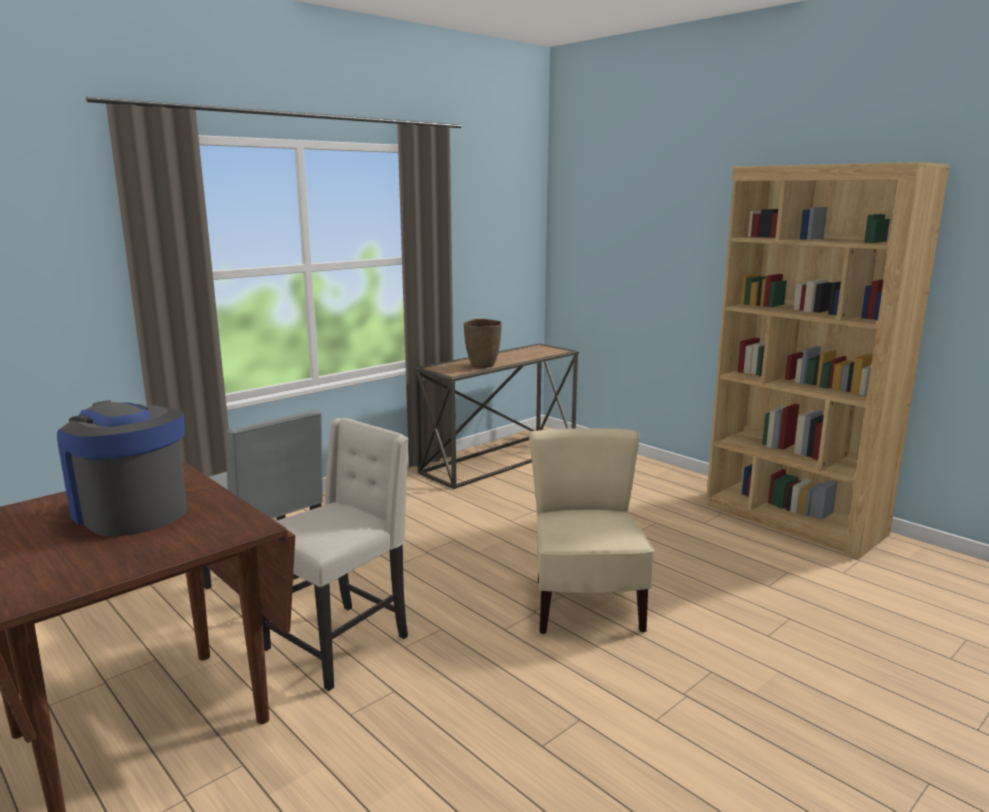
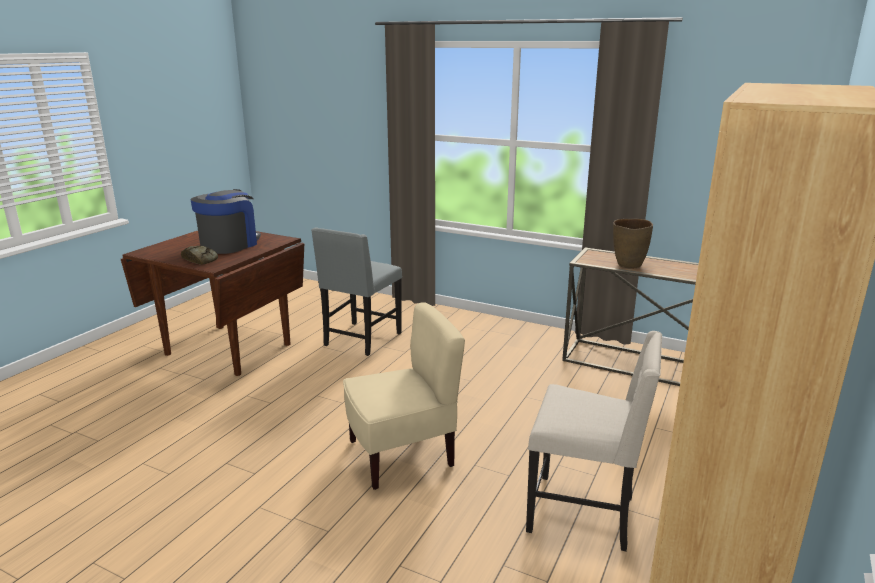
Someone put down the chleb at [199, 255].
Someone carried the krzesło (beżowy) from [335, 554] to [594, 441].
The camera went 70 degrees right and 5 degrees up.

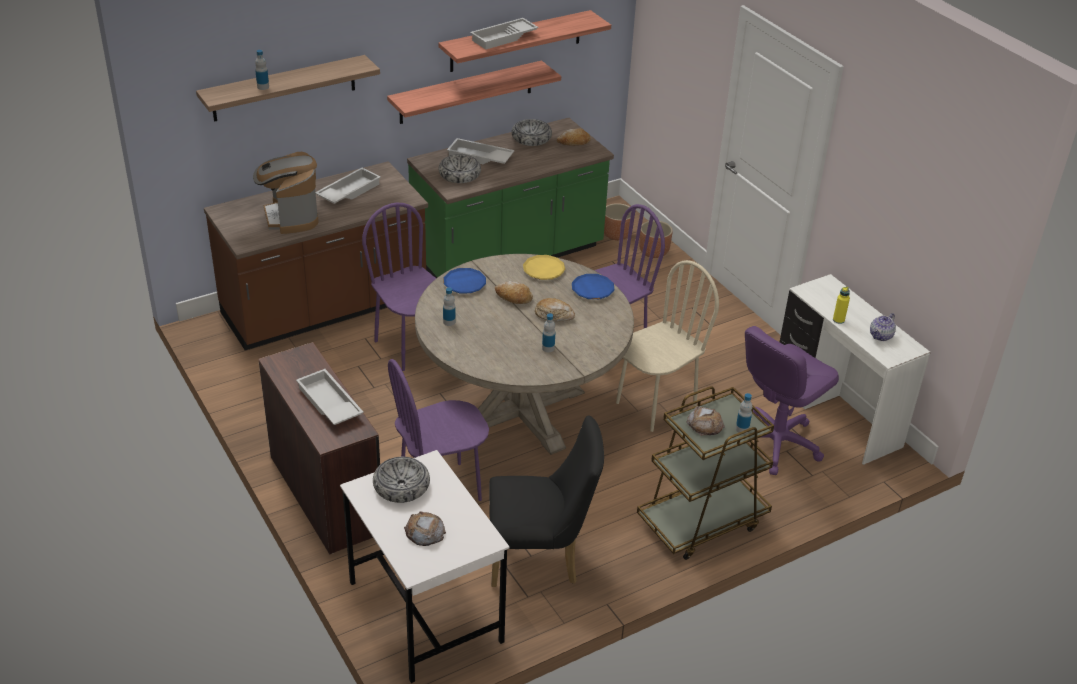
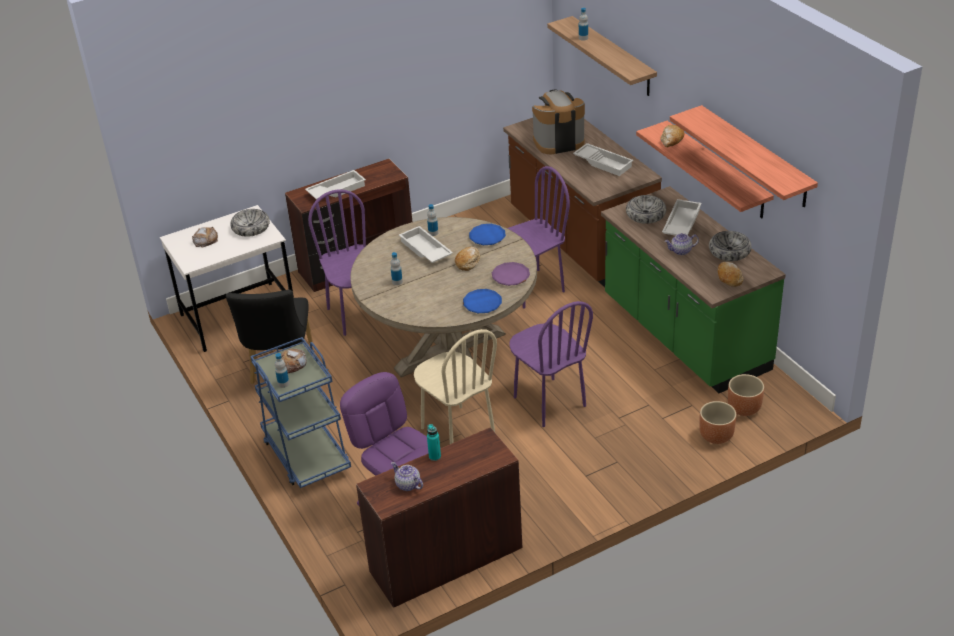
Someone put down the imbryk at [682, 244].
Someone carried the taca (biały) from [504, 33] to [426, 244].
Someone carried the chleb from [555, 309] to [672, 136].
Someone repainted the talerz (żółty) at [544, 267], which became the talerz (fioletowy) at [511, 274].
Someone repainted the wózek (brązowy) at [705, 473], which became the wózek (niebieski) at [300, 412].
Someone repainted the biurko (biały) at [855, 369], which became the biurko (brązowy) at [439, 517].
Someone repainted the butelka (żółty) at [841, 305], which became the butelka (turkusowy) at [434, 442].
The camera went 95 degrees right and 0 degrees up.

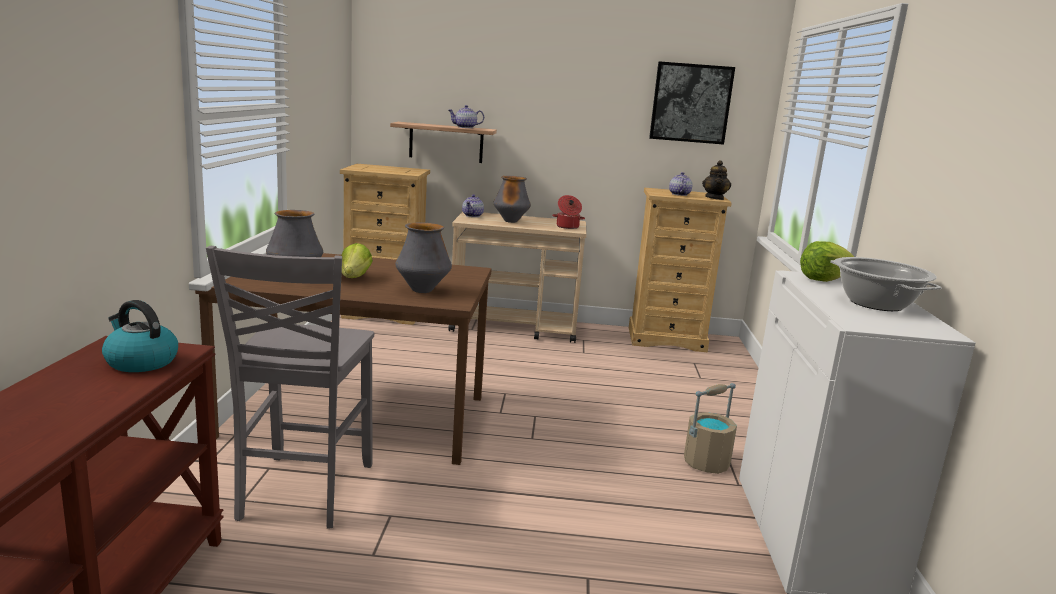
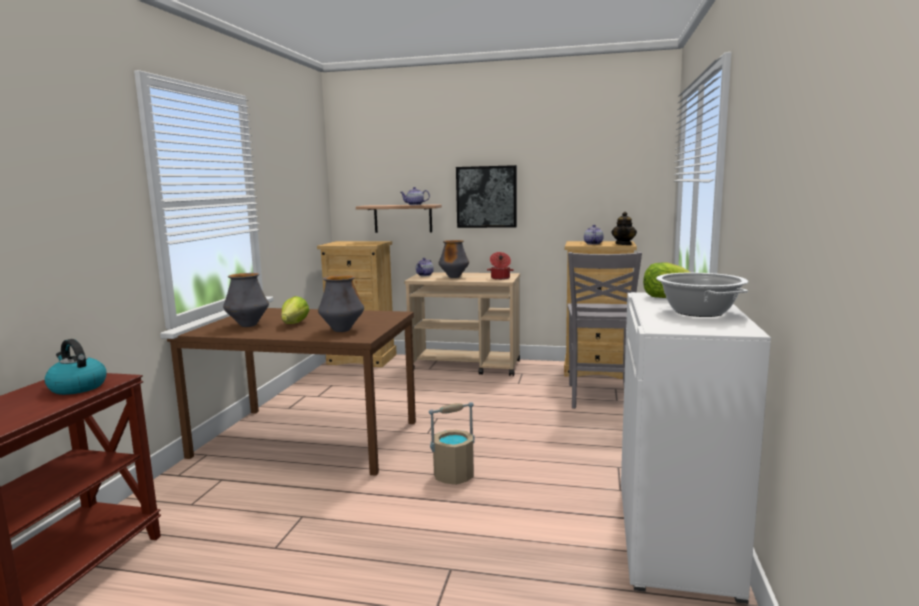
Someone carried the krzesło (szary) from [290, 387] to [604, 330].
Someone carried the obraz from [692, 103] to [486, 196].
Someone carried the wiadro (beżowy) from [710, 428] to [452, 443].
The camera went 10 degrees right and 5 degrees down.

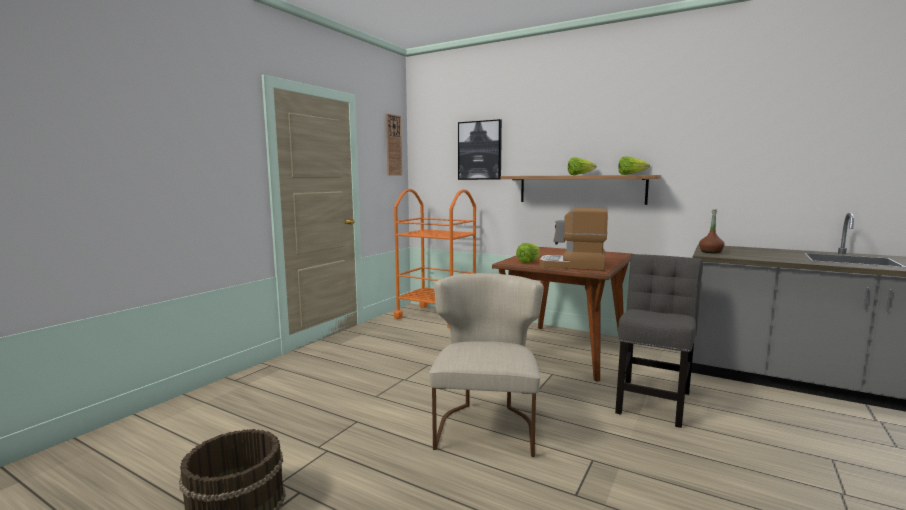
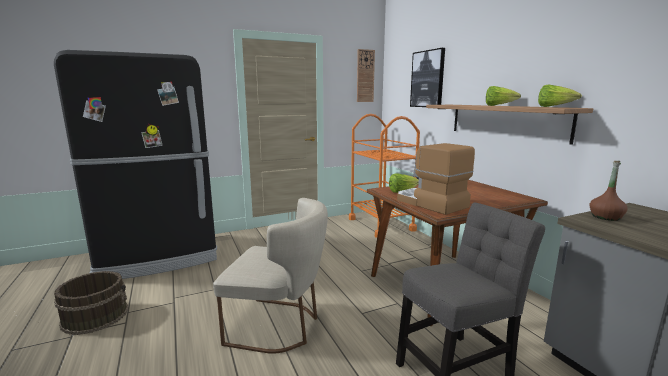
Someone put down the lodówka (czarny) at [135, 164].
Someone rotated the krzesło (beżowy) at [486, 365] by 60 degrees clockwise.
The camera went 35 degrees right and 5 degrees up.

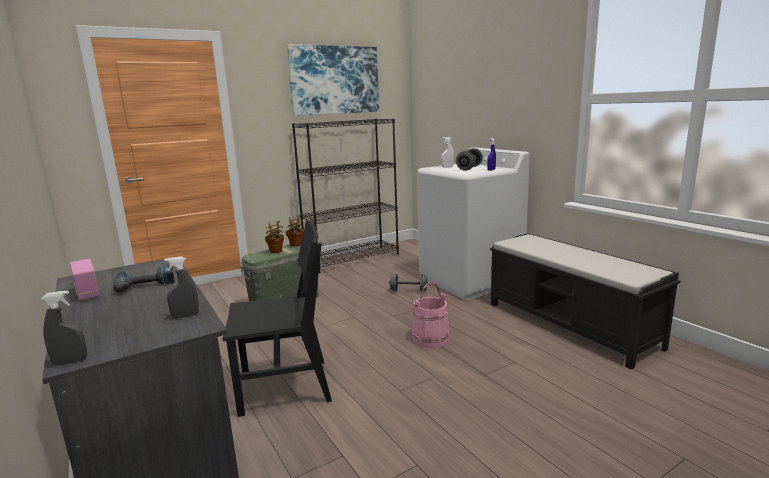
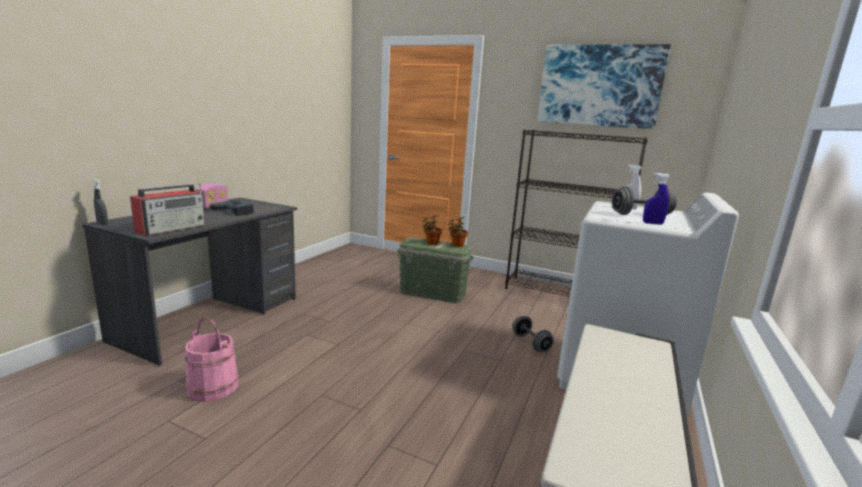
Someone took away the krzesło (czarny) at [277, 318].
Someone carried the wiadro (różowy) from [431, 315] to [212, 359].
Someone swapped the spryskiwacz (szary) at [181, 287] for the radio at [167, 209].
The camera went 55 degrees right and 0 degrees up.

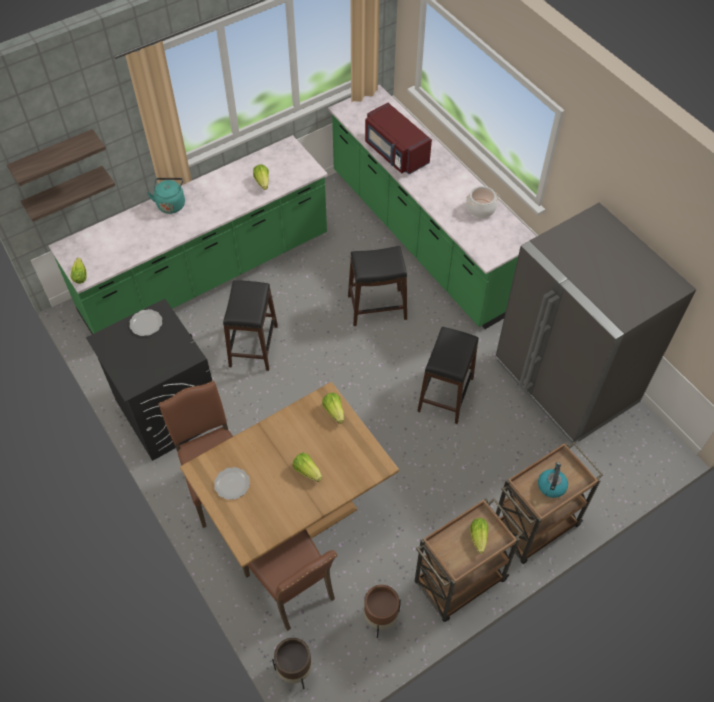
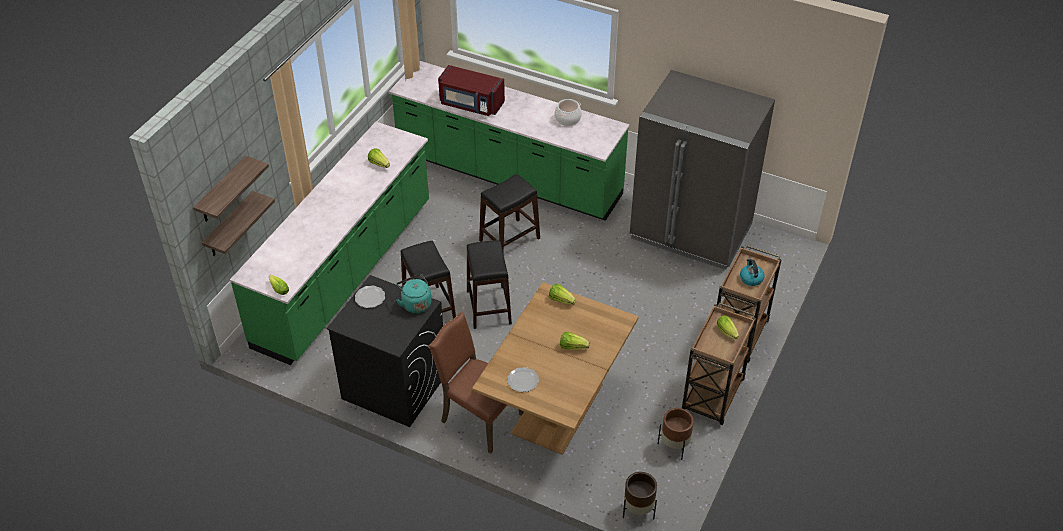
Someone took away the krzesło (brązowy) at [290, 580].
Someone carried the czajnik (turkusowy) from [166, 196] to [414, 293].
Someone carried the stołek (czarny) from [448, 375] to [489, 284].
The camera went 30 degrees left and 10 degrees down.

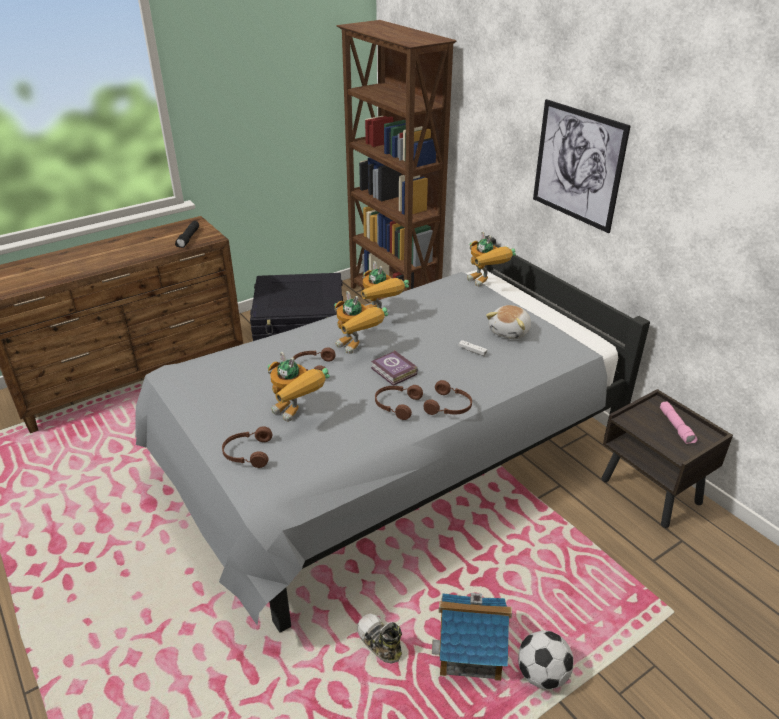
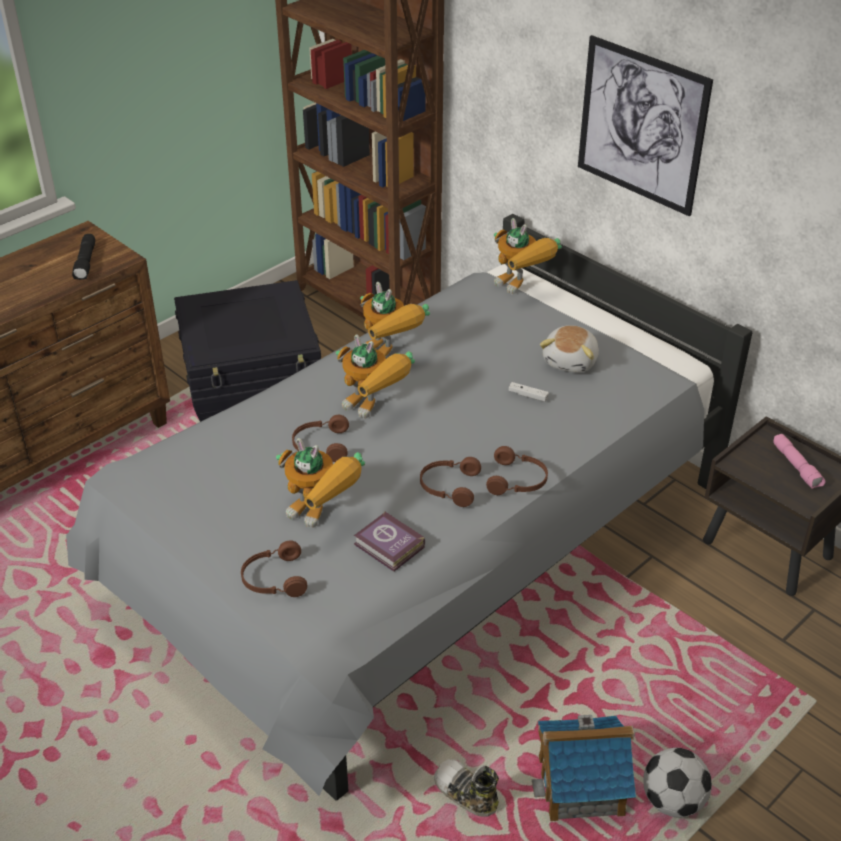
Someone carried the książka from [394, 368] to [389, 541].
The camera went 10 degrees left and 5 degrees up.

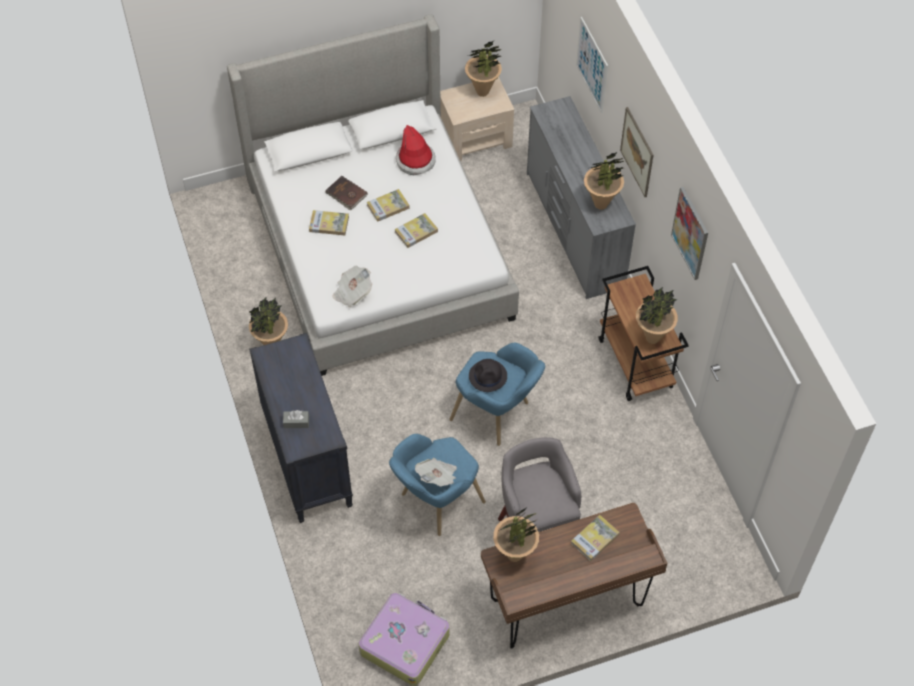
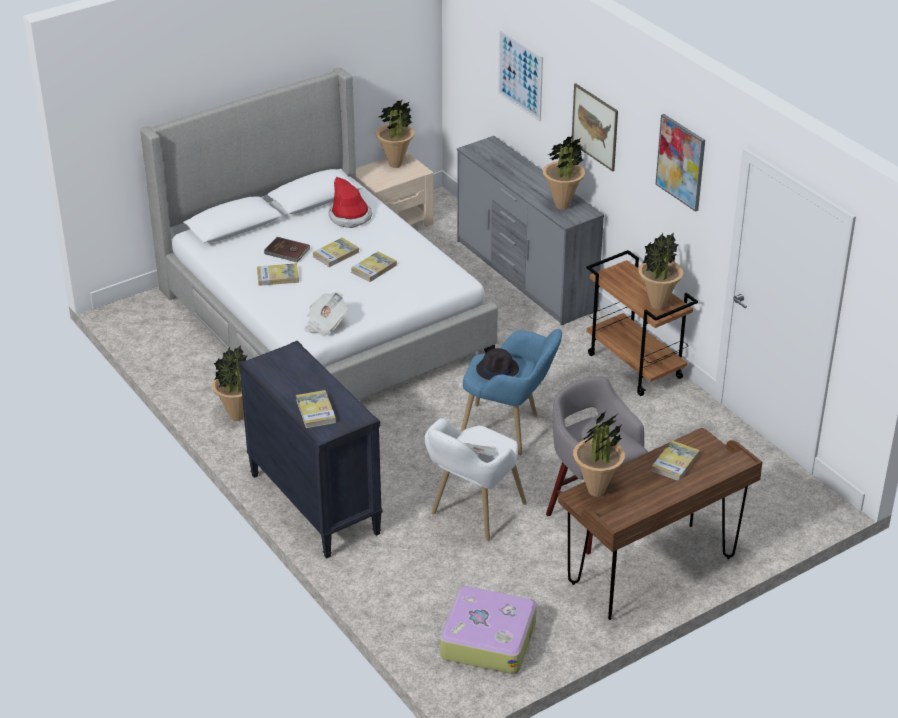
Someone swapped the pudełko chusteczek (szary) at [296, 419] for the książka at [316, 409].
Someone repainted the fotel (niebieski) at [437, 485], which became the fotel (biały) at [476, 479].
The camera went 15 degrees left and 20 degrees down.

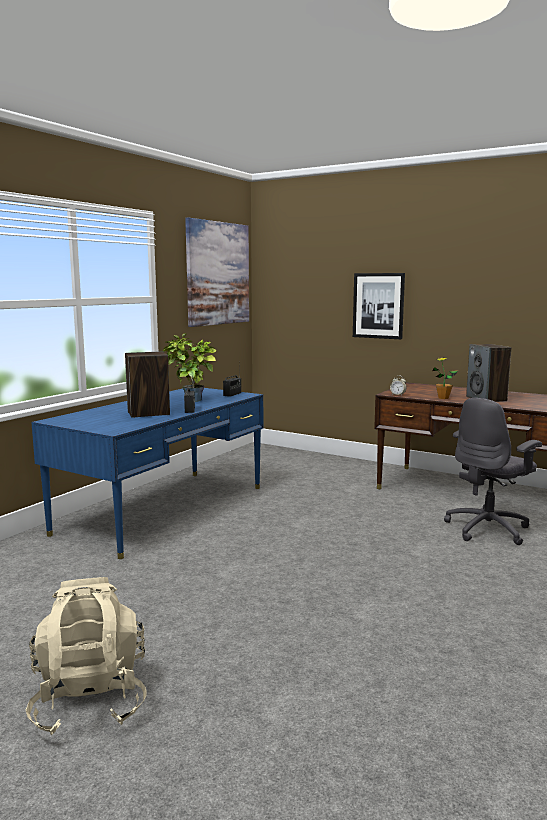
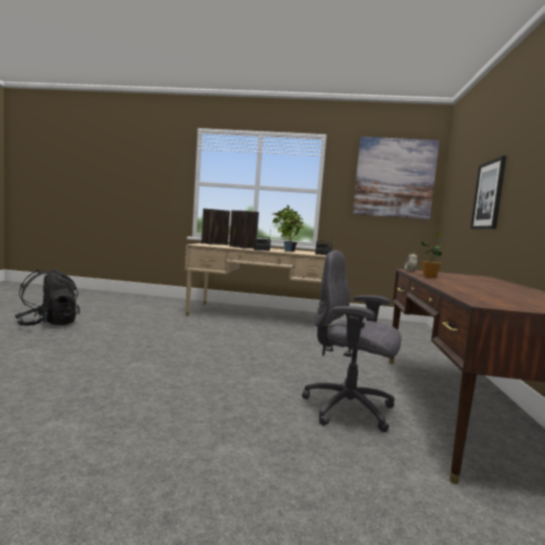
Someone carried the głośnik from [488, 373] to [215, 227].
Someone repainted the plecak (beżowy) at [86, 656], which became the plecak (czarny) at [47, 297].
Someone repainted the biurko (niebieski) at [147, 473], which became the biurko (beżowy) at [257, 286].
The camera went 65 degrees right and 5 degrees down.

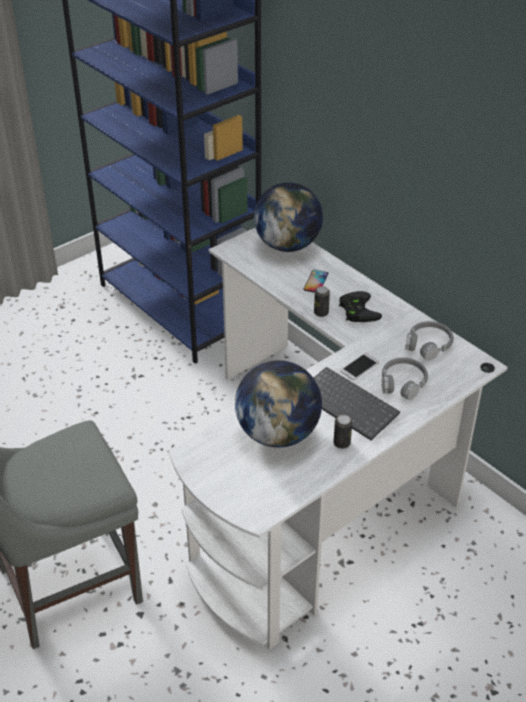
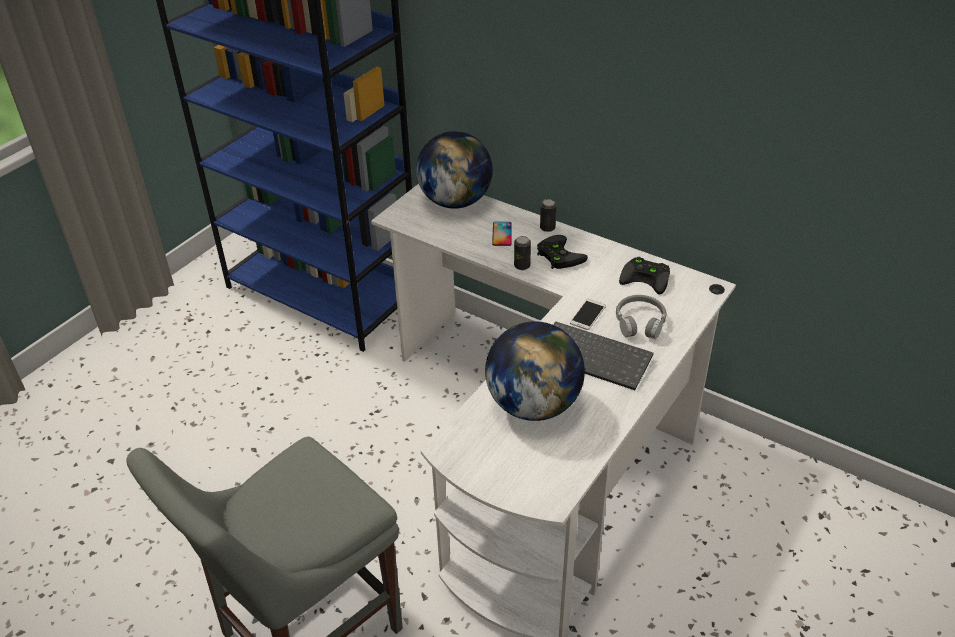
Someone carried the puszka from [342, 432] to [548, 215].
Someone swapped the słuchawki (szary) at [429, 341] for the pad do gier (czarny) at [644, 275].
The camera went 15 degrees left and 0 degrees up.

